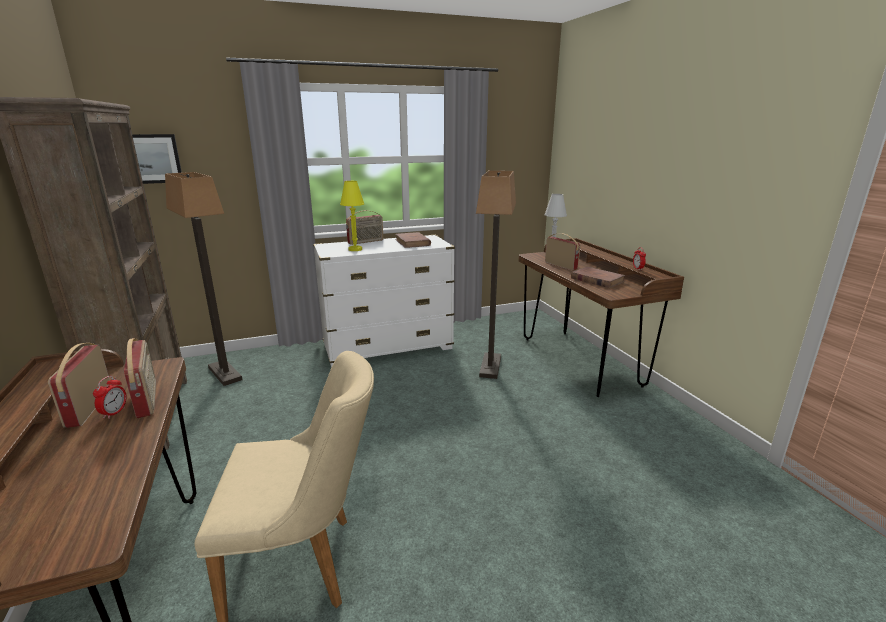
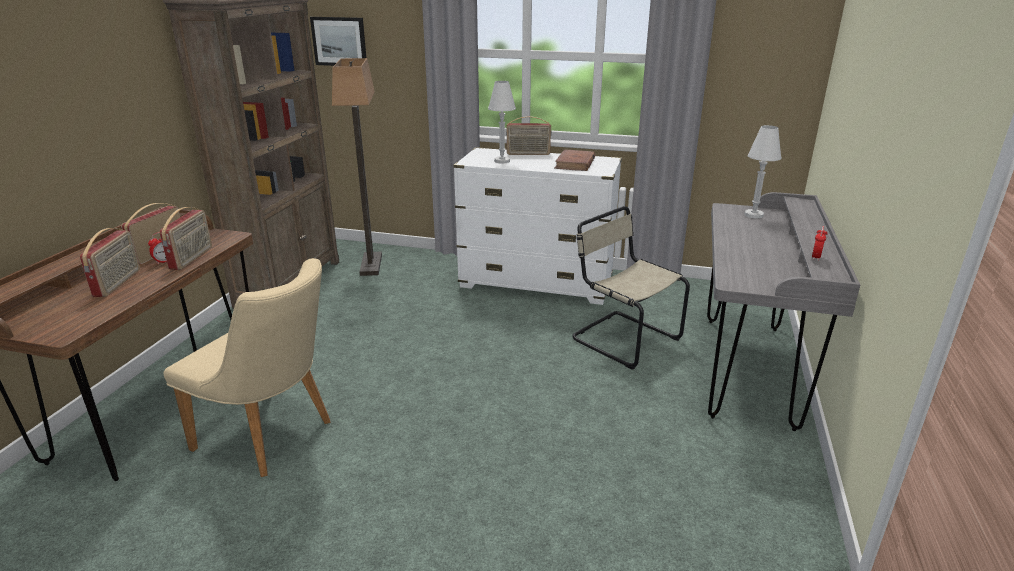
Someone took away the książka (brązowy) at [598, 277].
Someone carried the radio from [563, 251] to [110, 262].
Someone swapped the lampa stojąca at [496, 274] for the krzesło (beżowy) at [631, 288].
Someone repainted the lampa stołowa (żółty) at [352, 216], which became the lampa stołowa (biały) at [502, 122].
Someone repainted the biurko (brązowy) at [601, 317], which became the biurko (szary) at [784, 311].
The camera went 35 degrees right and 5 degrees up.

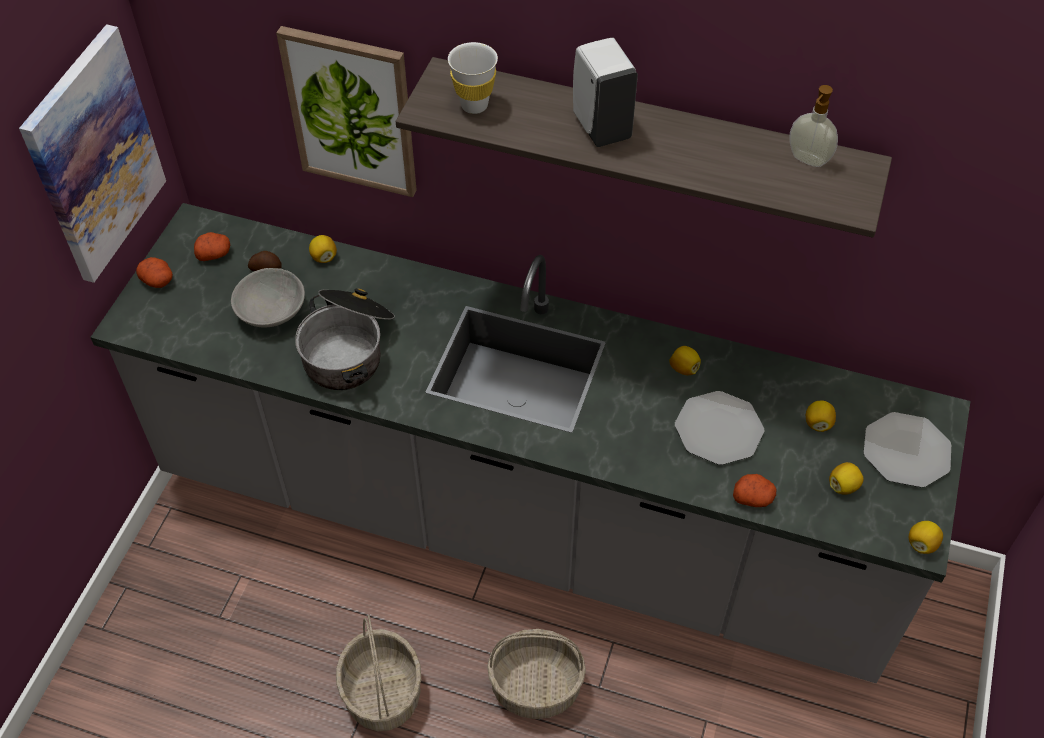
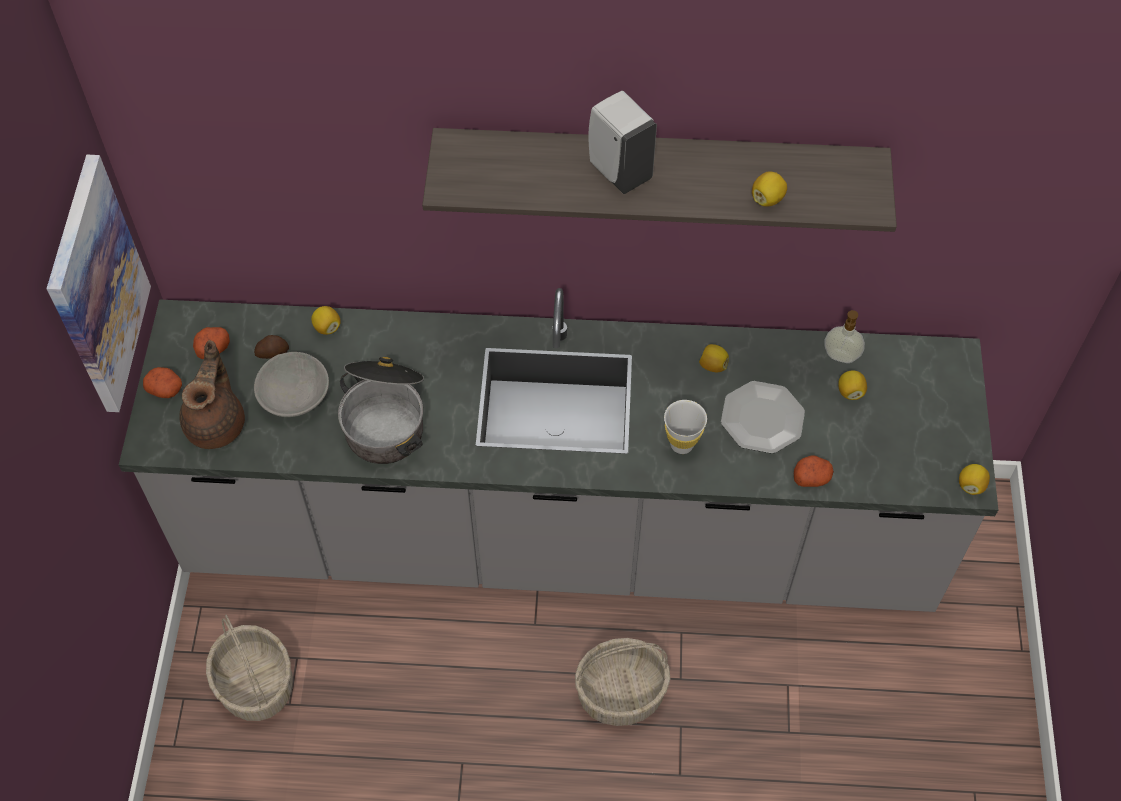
Someone took away the obraz at [346, 111].
Someone took away the talerz at [907, 450].
Someone put down the imbryk (brązowy) at [212, 394].
Someone carried the koszyk from [378, 673] to [249, 667].
Someone carried the filiżanka (biały) from [473, 78] to [685, 427].
Someone carried the dozownik mydła from [813, 126] to [844, 336].
Someone carried the cytryna from [846, 478] to [769, 189].
The camera went 15 degrees left and 5 degrees up.

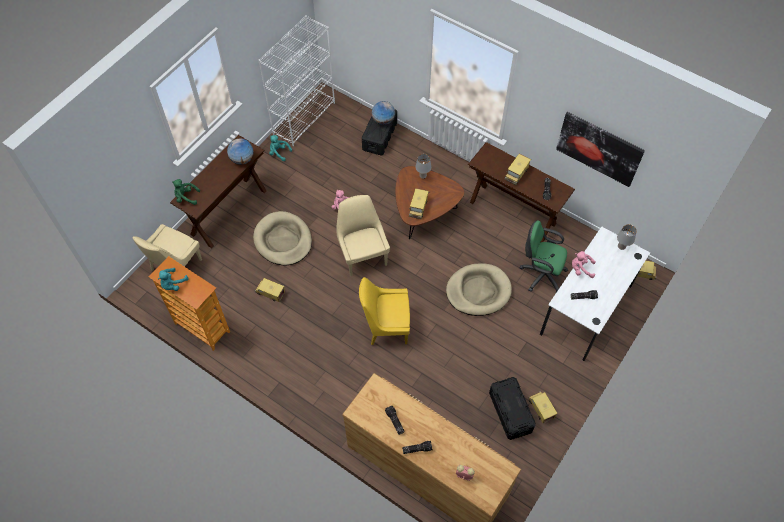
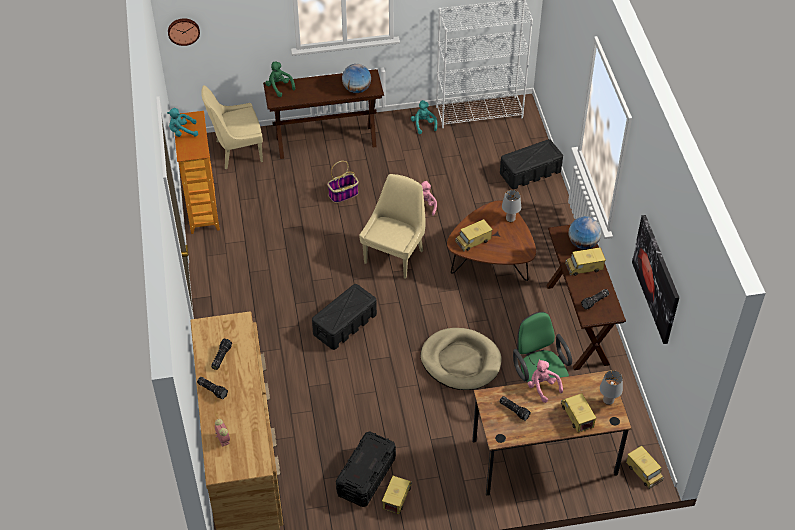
Someone put up the zegar ścienny at [184, 32].
Someone carried the ciężarówka zabawkowa from [270, 290] to [579, 413].
Someone carried the globus from [383, 113] to [585, 232].
Someone swapped the legowisko (beżowy) at [282, 238] for the koszyk at [343, 182].
Someone swapped the krzesło (żółty) at [384, 311] for the pojemnik do przechowywania (czarny) at [344, 317].
Someone repainted the biurko (biały) at [595, 293], which became the biurko (brązowy) at [552, 433].
The camera went 45 degrees right and 10 degrees down.

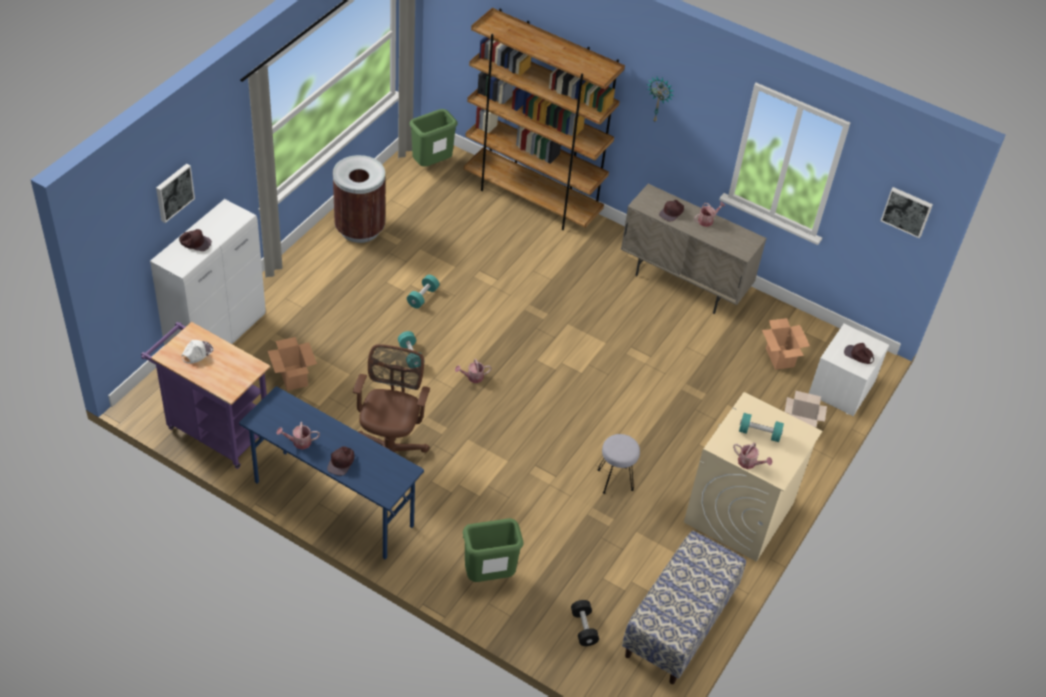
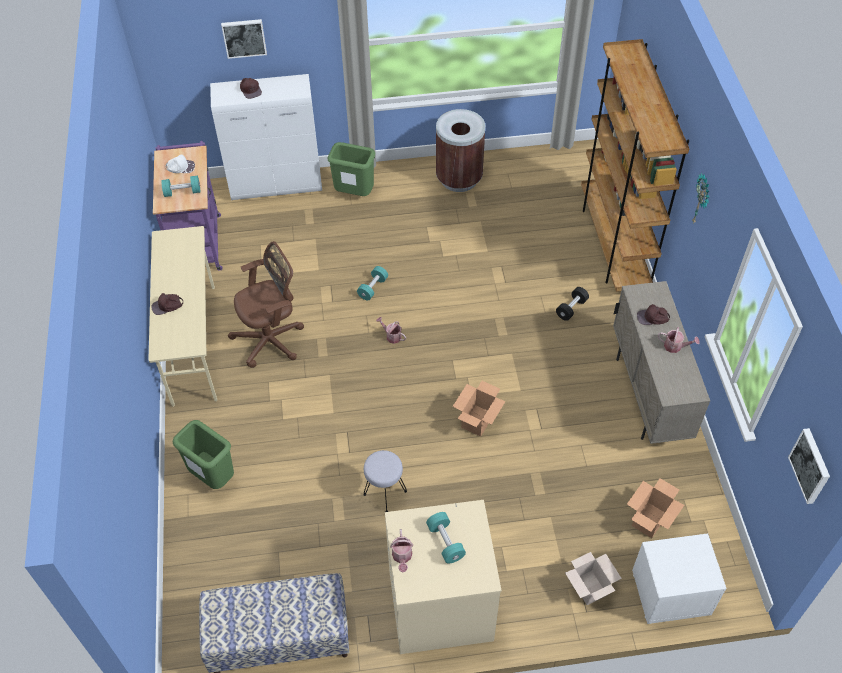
Someone took away the konewka at [298, 436].
Someone took away the czapka z daszkiem (brązowy) at [859, 353].
Someone carried the karton from [292, 364] to [479, 409].
Someone carried the hantel (turkusowy) from [423, 291] to [180, 186].
Someone carried the kosz na śmieci (zielony) from [433, 138] to [351, 169].
Someone carried the hantel (czarny) from [585, 623] to [572, 304].
Someone repainted the biurko (niebieski) at [331, 472], which became the biurko (beżowy) at [182, 316].
The camera went 55 degrees right and 5 degrees up.

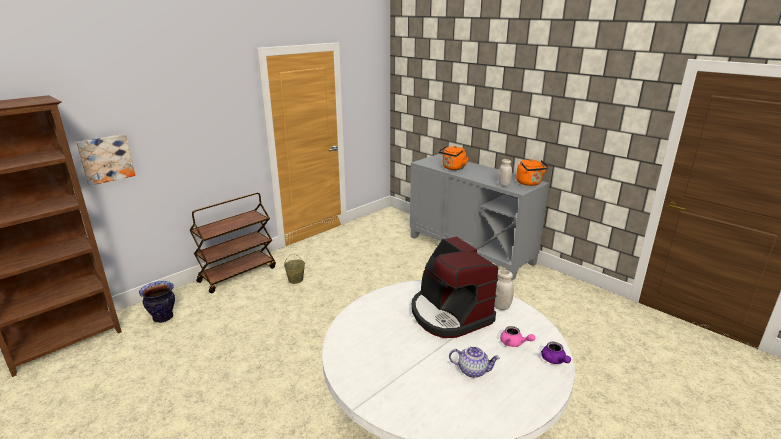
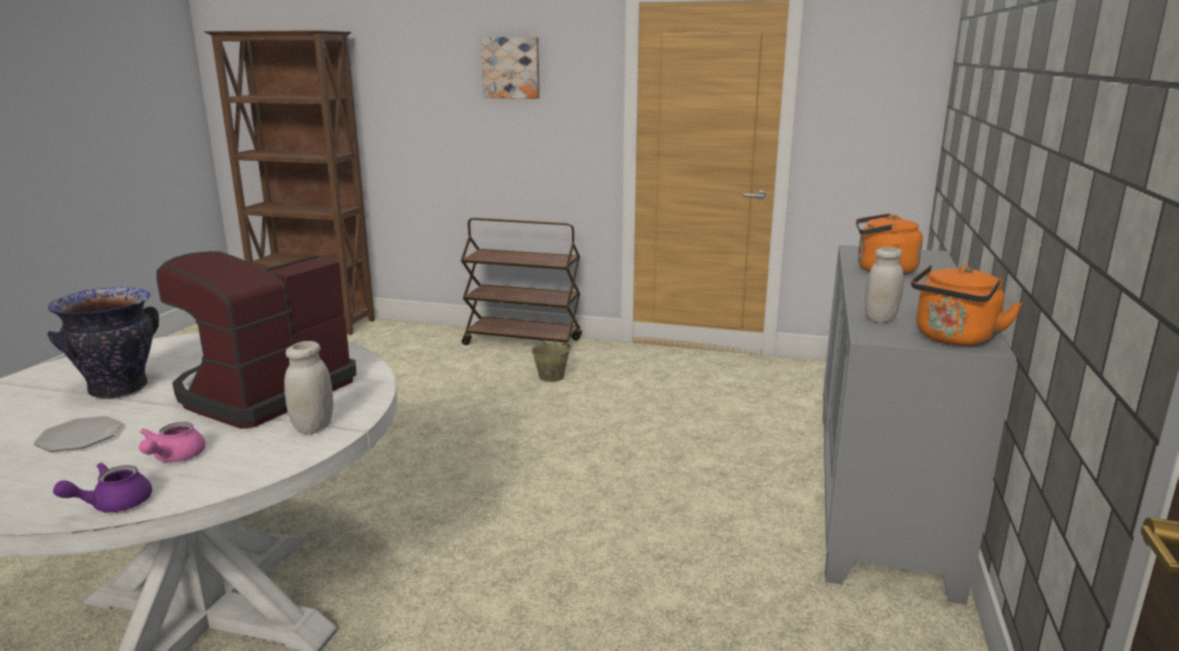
Someone carried the obraz from [106, 160] to [510, 68].
Someone carried the wazon from [157, 302] to [103, 342].
Someone swapped the imbryk at [474, 362] for the talerz at [78, 434].
The camera went 60 degrees right and 5 degrees down.

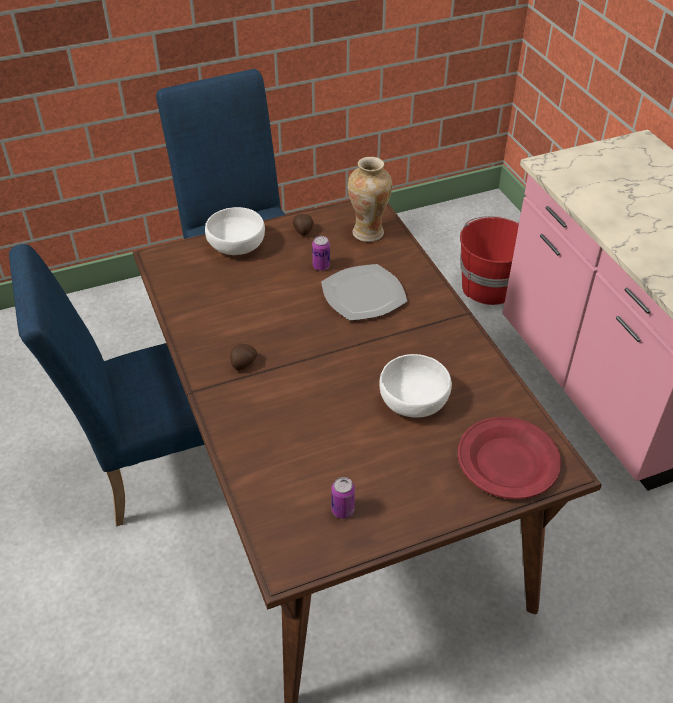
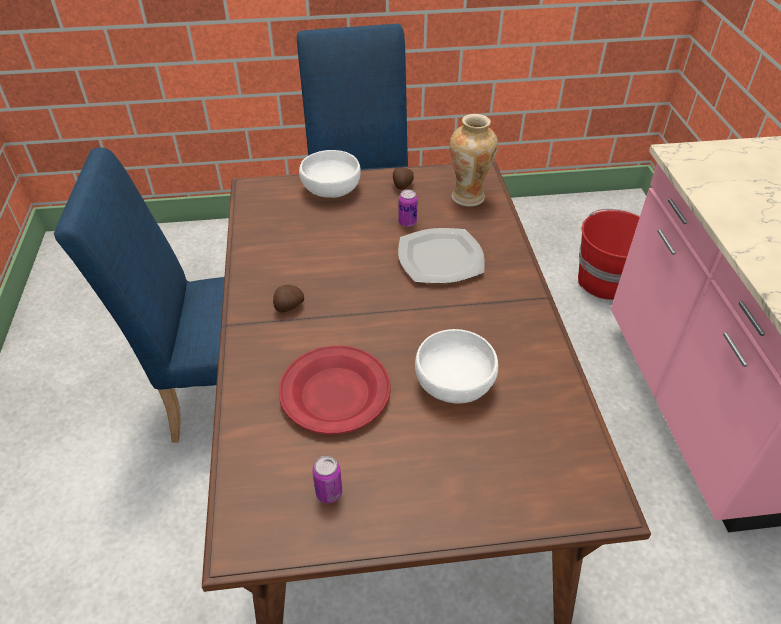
Someone carried the talerz (czerwony) from [509, 458] to [335, 389].
The camera went 15 degrees right and 0 degrees up.

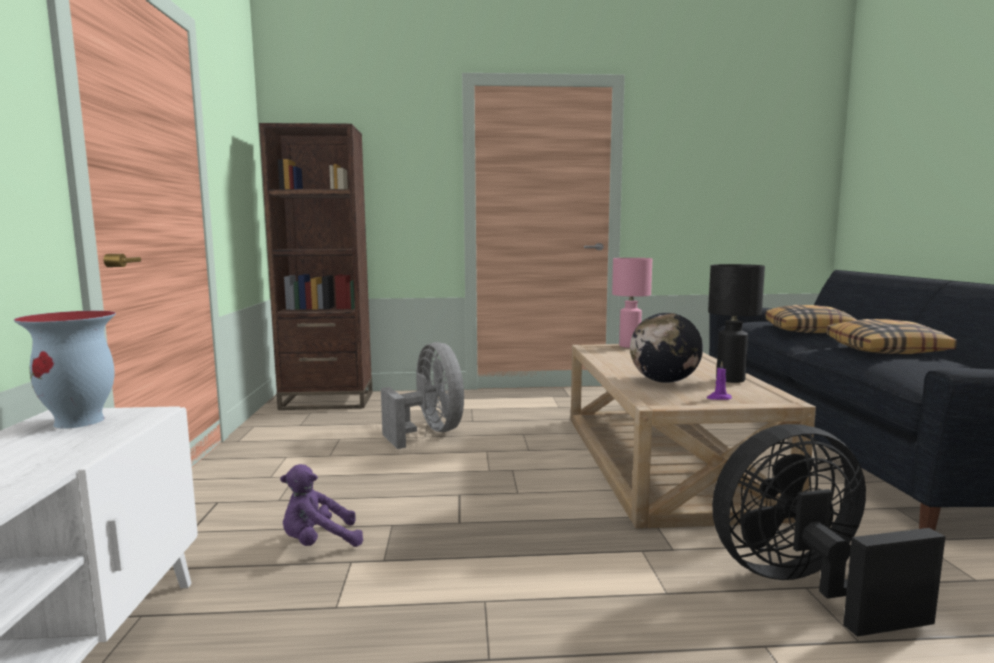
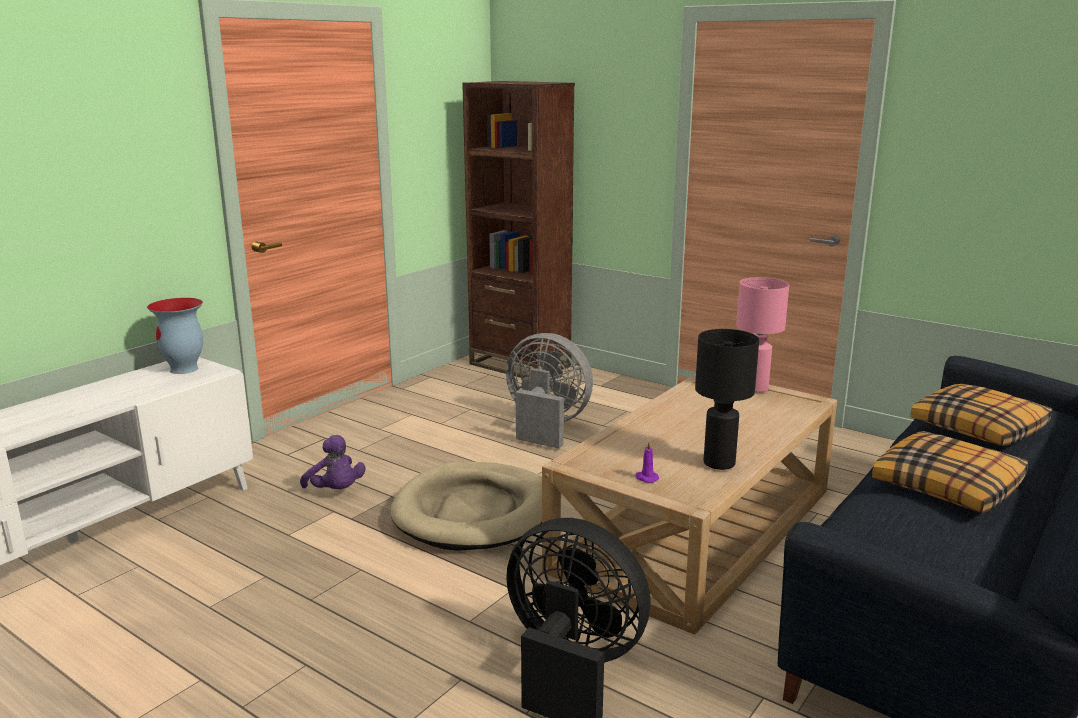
Someone took away the globus at [666, 348].
Someone put down the legowisko (beżowy) at [466, 506].
Someone rotated the pluszak (fioletowy) at [321, 505] by 150 degrees counterclockwise.
Someone rotated the wentylator (szary) at [422, 395] by 75 degrees counterclockwise.
The camera went 40 degrees right and 10 degrees up.

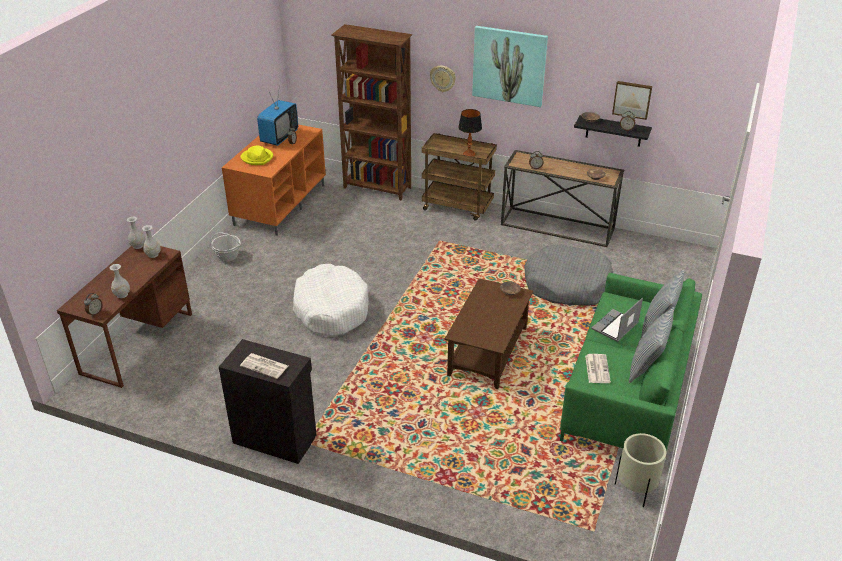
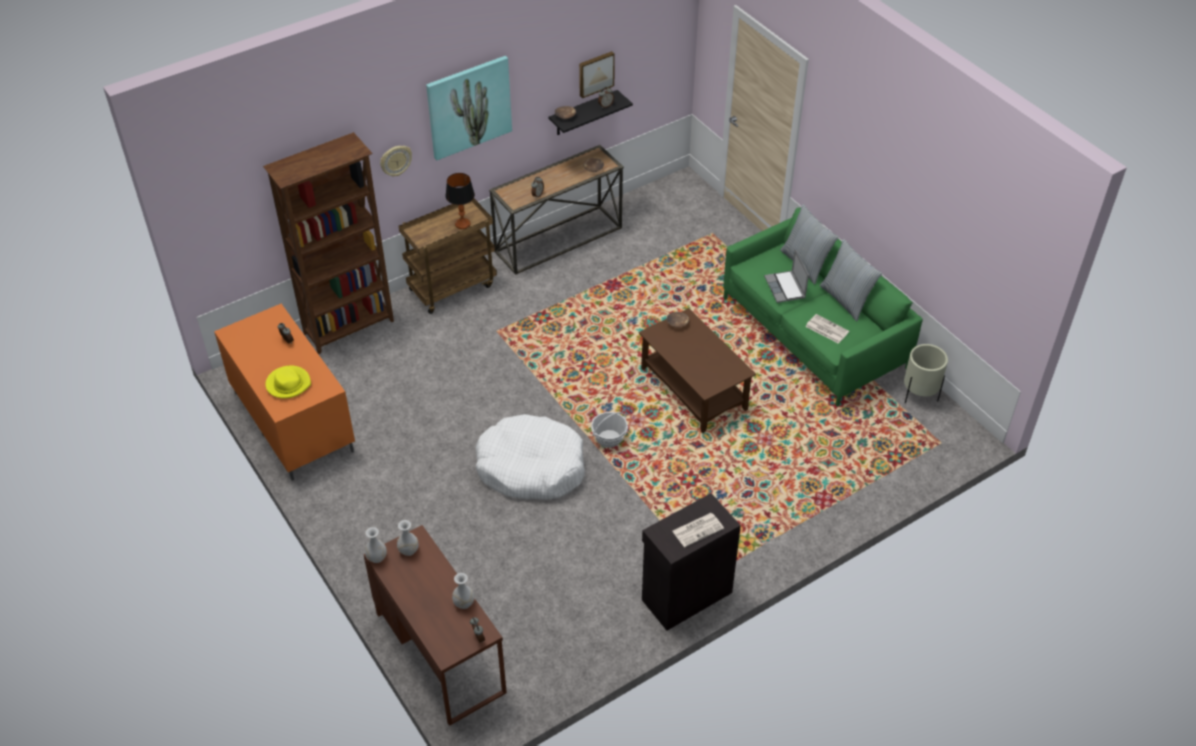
Someone took away the telewizor at [277, 115].
Someone took away the legowisko (szary) at [568, 275].
Someone carried the koszyk from [226, 247] to [609, 430].
The camera went 55 degrees left and 10 degrees up.

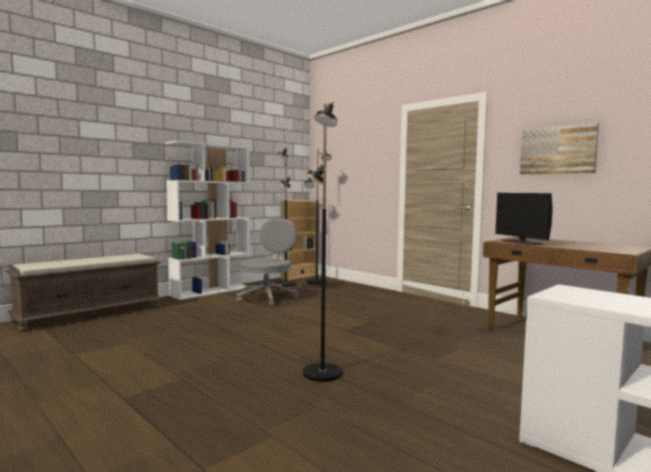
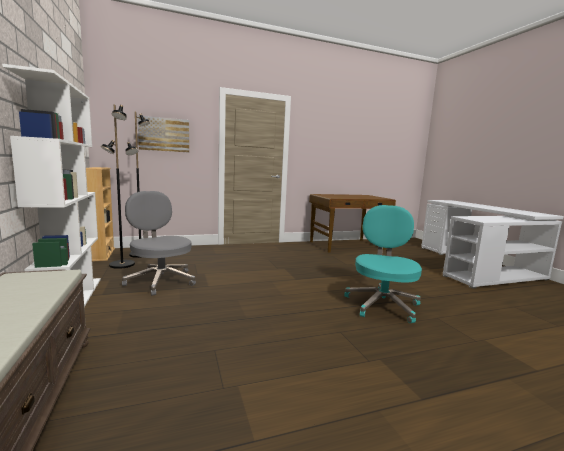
Someone took away the monitor at [524, 219].
Someone carried the obraz from [559, 148] to [163, 133].
Someone swapped the lampa stojąca (czarny) at [322, 242] for the krzesło biurowe (turkusowy) at [383, 264].
The camera went 65 degrees left and 5 degrees up.

